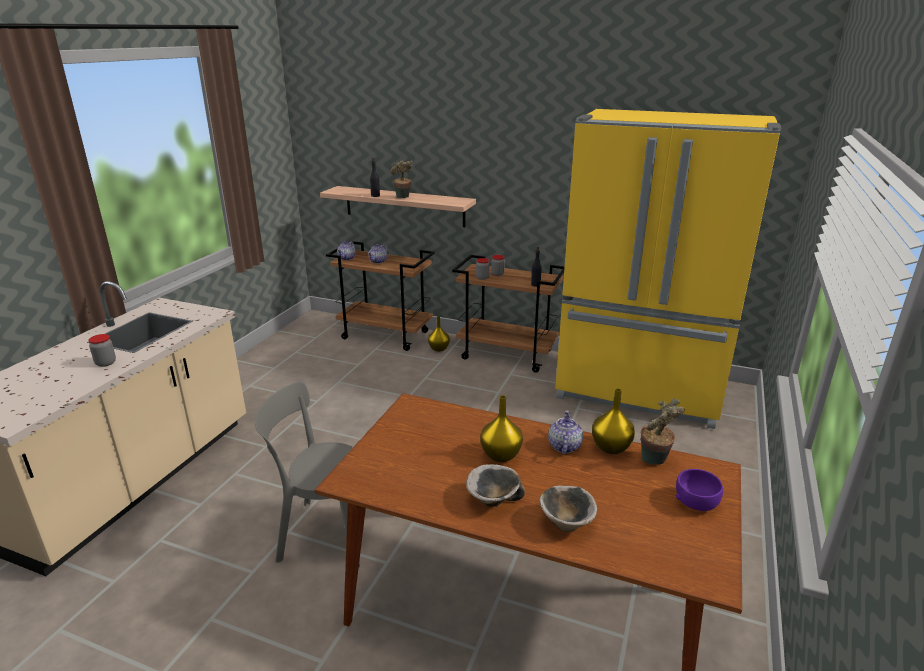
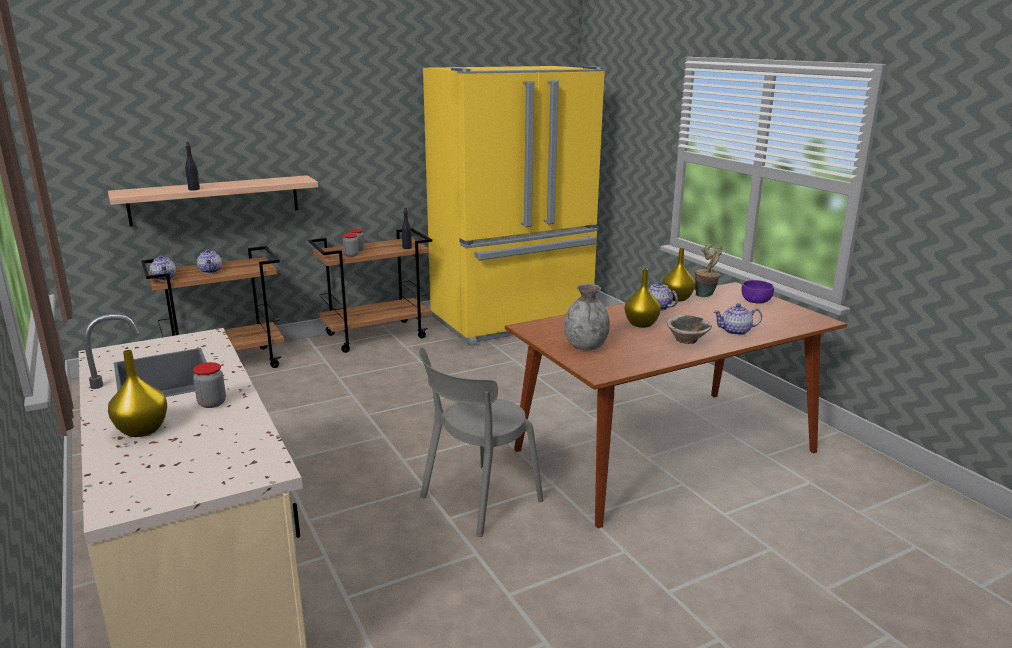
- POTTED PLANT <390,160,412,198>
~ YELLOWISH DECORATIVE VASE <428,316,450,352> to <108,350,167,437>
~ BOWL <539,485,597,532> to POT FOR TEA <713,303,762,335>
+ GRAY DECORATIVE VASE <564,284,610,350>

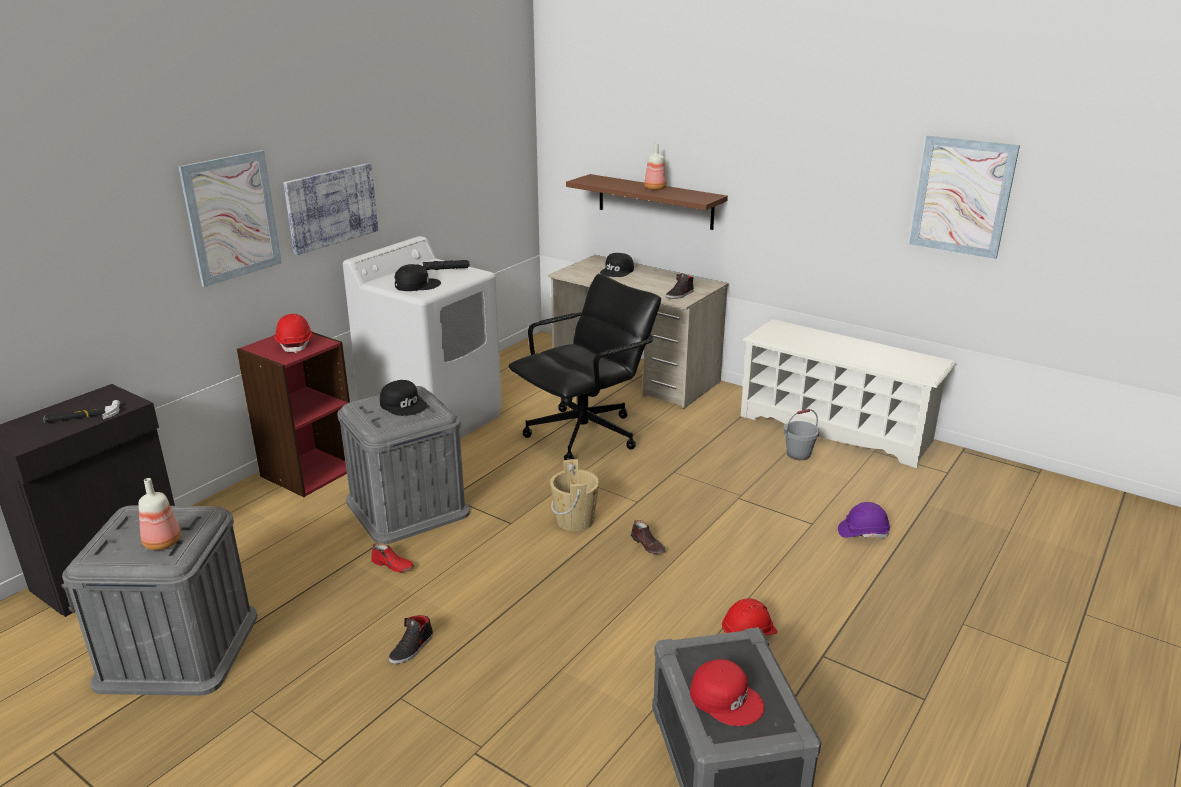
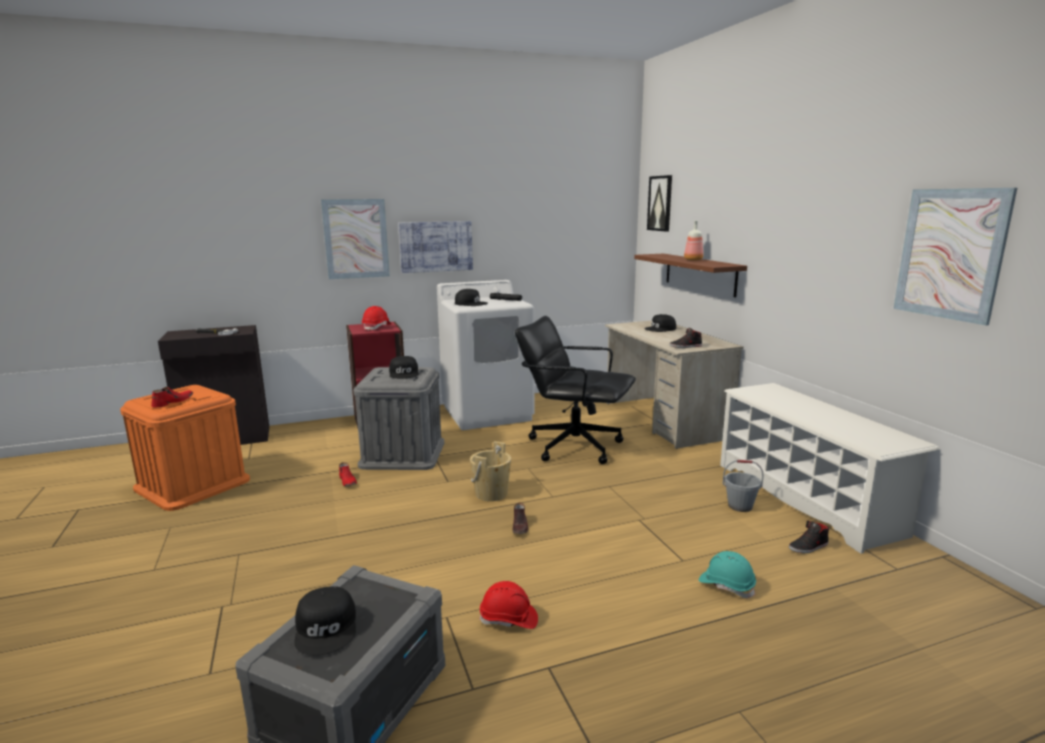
~ BLACK DESK CHAIR <508,274,661,460> = <515,316,636,464> 150 degrees counterclockwise
~ BEVERAGE BOTTLE <138,478,181,550> to RED-COLOURED SHOE <151,387,193,408>
~ PURPLISH HARD HAT <838,502,890,538> to TURQUOISE HARD HAT <699,551,756,598>
~ GRAY STORAGE CONTAINER <62,505,258,696> to ORANGEY STORAGE CONTAINER <120,385,250,511>
~ BLACK SHOE <389,615,433,664> to <789,520,829,553>
~ RED-COLOURED CAP <690,659,765,726> to BLACK CAP <294,586,356,656>
+ WALL PICTURE <647,175,672,232>

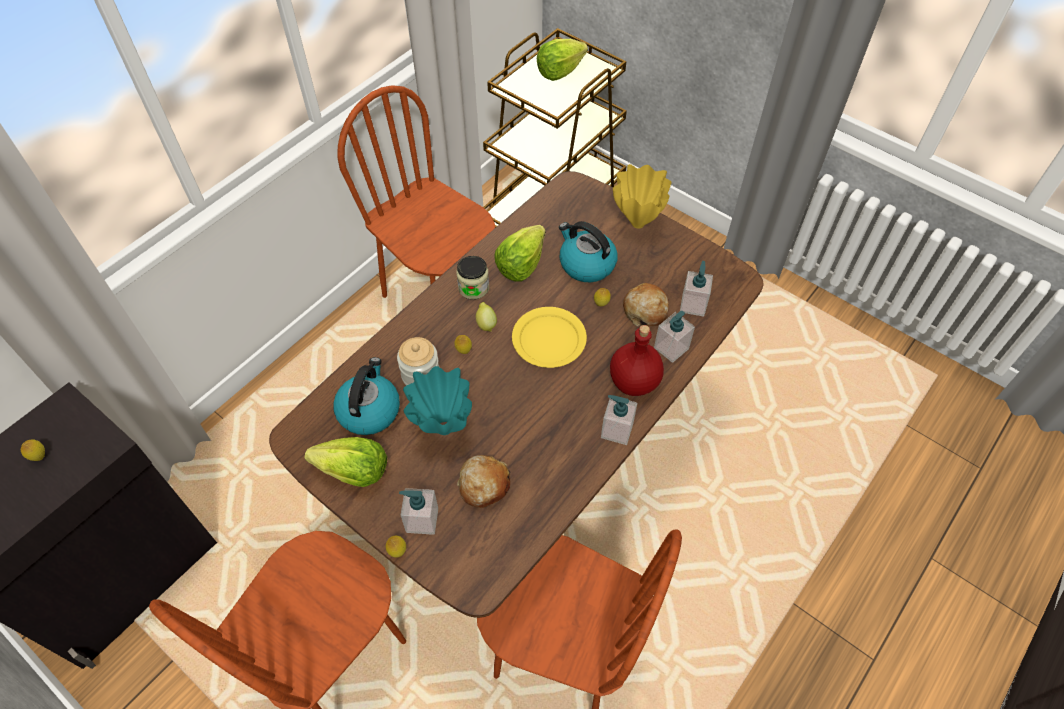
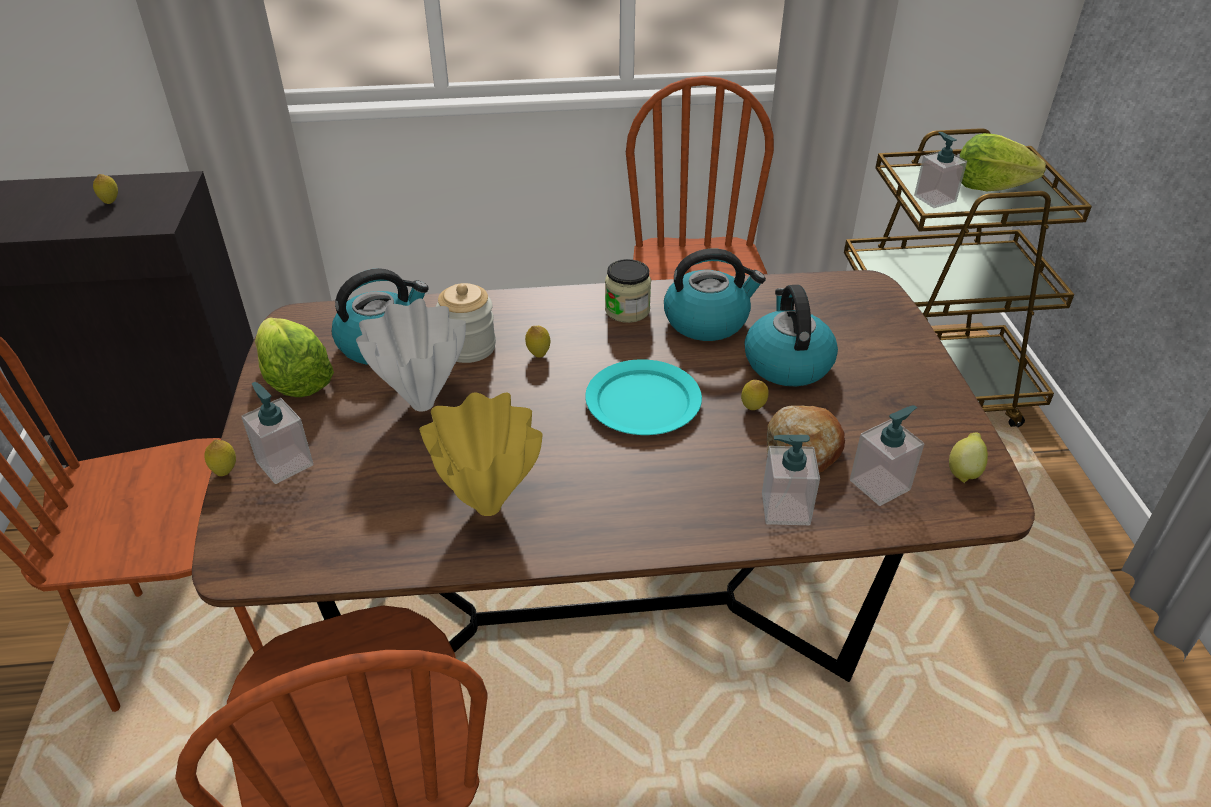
~ YELLOWISH DECORATIVE VASE <613,164,672,229> to <419,393,543,516>
~ HEAD OF LETTUCE <494,225,546,282> to WATER KETTLE <664,248,766,341>
~ WHOLE LEMON <476,302,497,332> to <949,432,988,483>
~ YELLOWISH PLATE <512,307,587,368> to TURQUOISE PLATE <585,359,702,435>
- RED-COLOURED BEVERAGE BOTTLE <610,325,664,396>
~ TURQUOISE DECORATIVE VASE <403,366,472,435> to WHITE DECORATIVE VASE <356,298,466,412>
~ SOAP DISPENSER <601,395,637,445> to <914,132,967,208>
- BREAD <457,455,510,508>

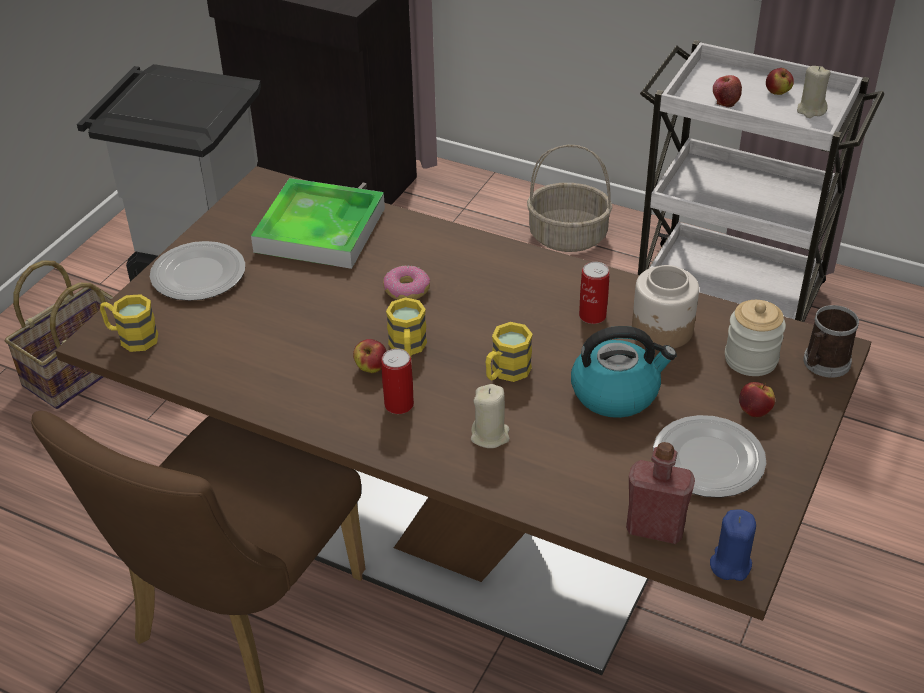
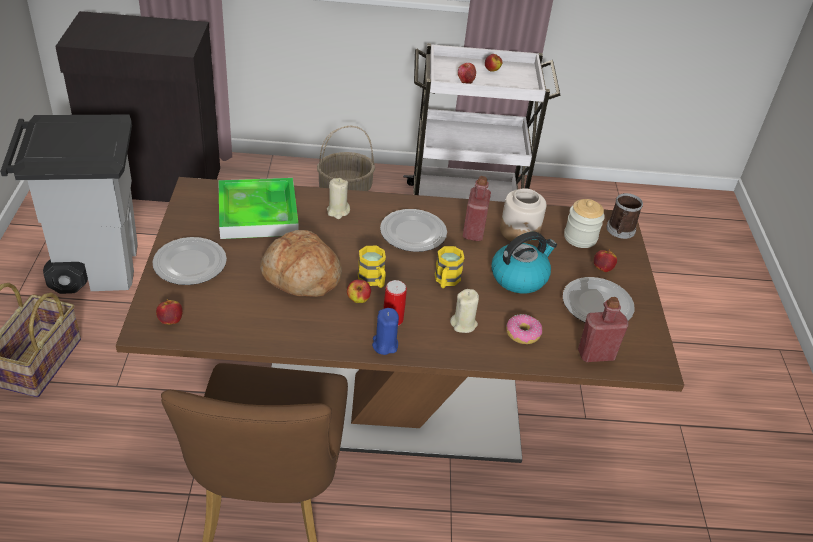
~ BEIGE-COLOURED WAX CANDLE <797,66,831,118> to <327,178,350,219>
~ CAN <579,262,610,324> to RED-COLOURED BEVERAGE BOTTLE <463,176,491,241>
~ DOUGHNUT <383,265,430,300> to <506,314,542,344>
~ YELLOWISH COFFEE MUG <100,294,158,352> to APPLE FRUIT <156,299,182,325>
~ BLUISH WAX CANDLE <710,509,756,581> to <372,308,399,355>
+ PLATE <380,209,447,252>
+ BREAD <260,230,342,297>

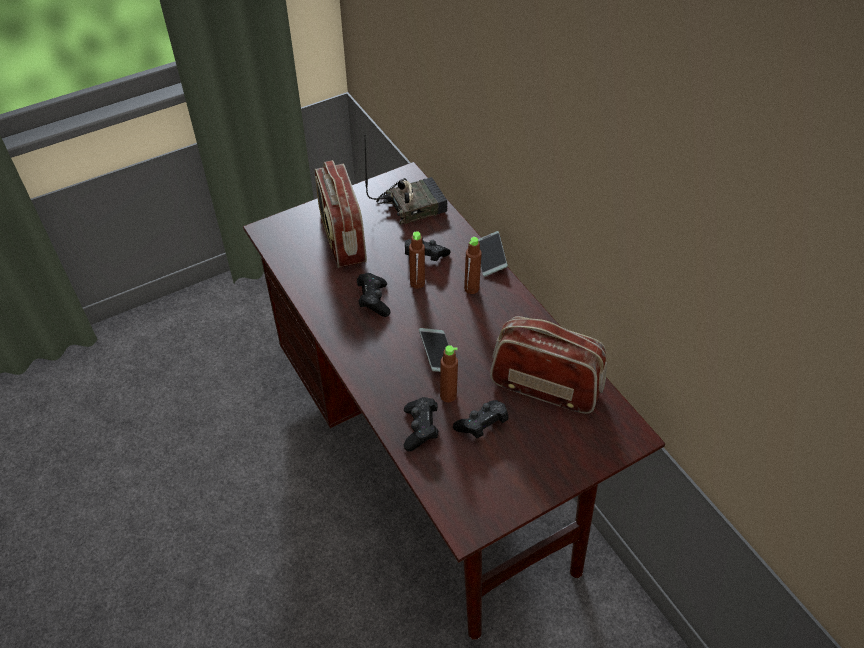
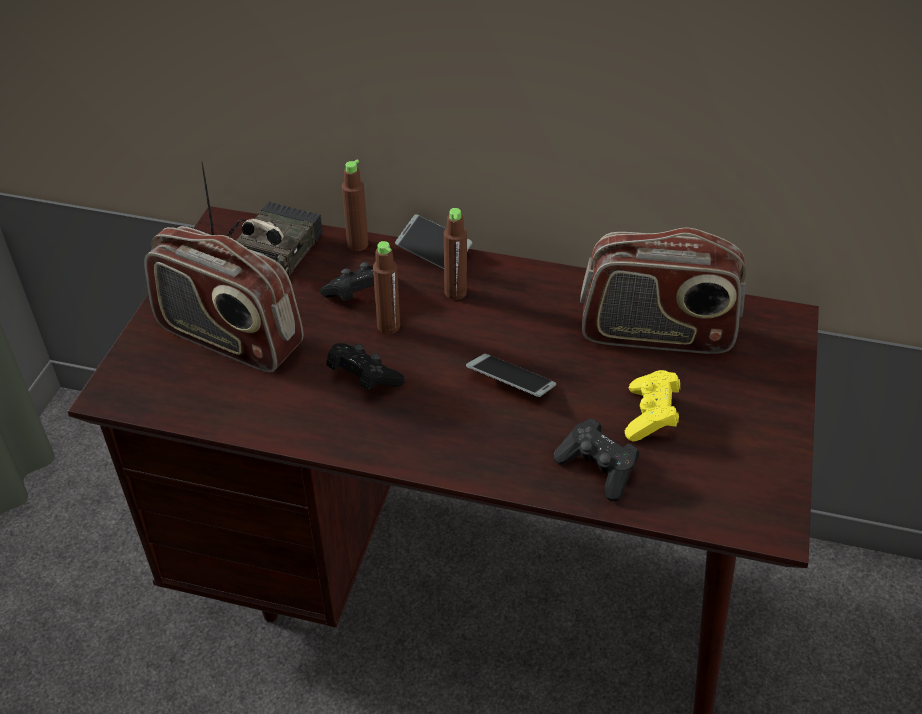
~ RADIO RECEIVER <490,316,607,414> = <580,228,746,354> 150 degrees counterclockwise
~ BROWNISH BEVERAGE BOTTLE <440,345,458,402> to <342,160,368,251>
~ BLACK JOYPAD <453,400,509,438> to YELLOWISH JOYPAD <625,370,680,442>

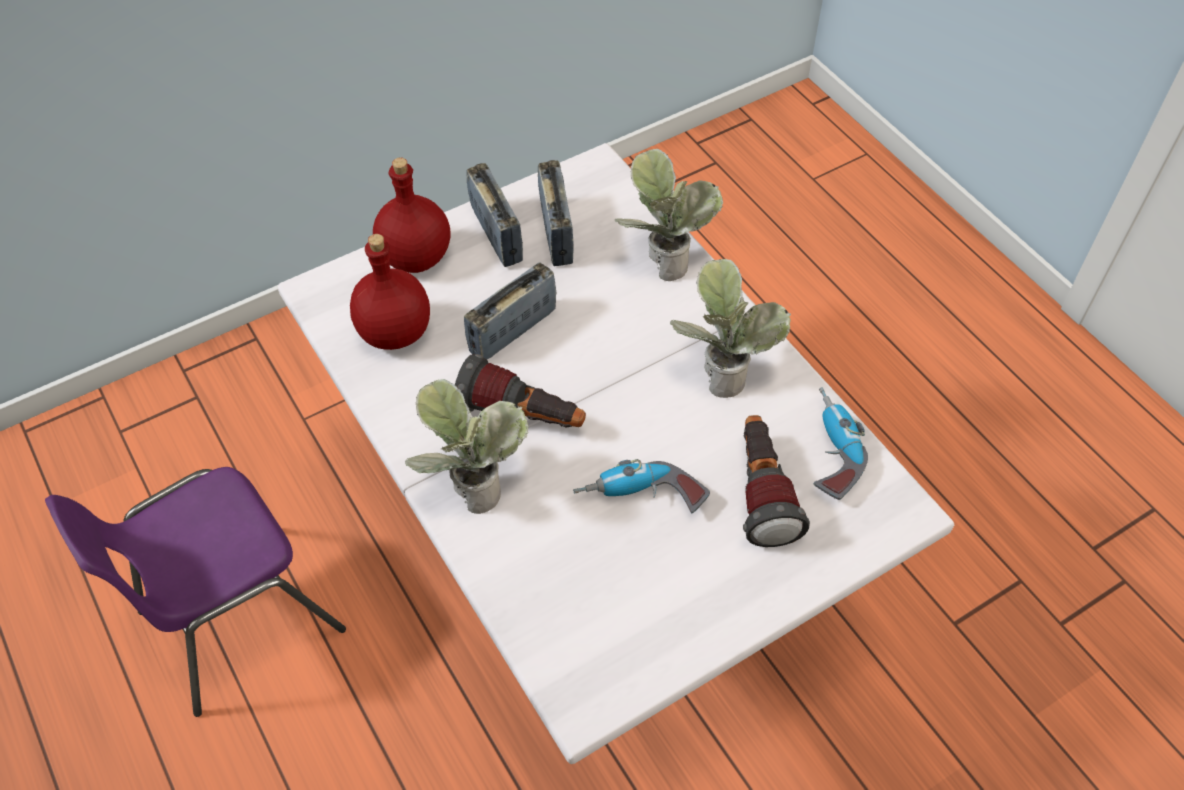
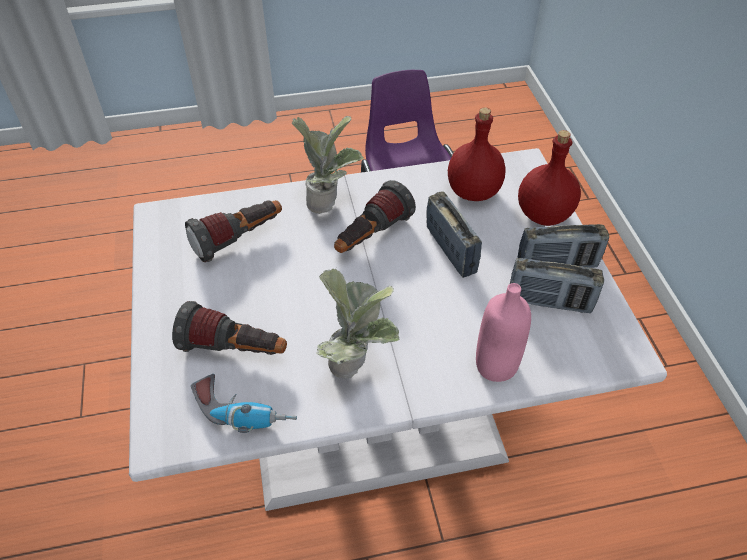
~ POTTED PLANT <615,149,723,281> to PINK BEVERAGE BOTTLE <476,283,531,382>
- ELECTRIC DRILL <573,459,710,513>
+ FLASHLIGHT <185,200,282,262>

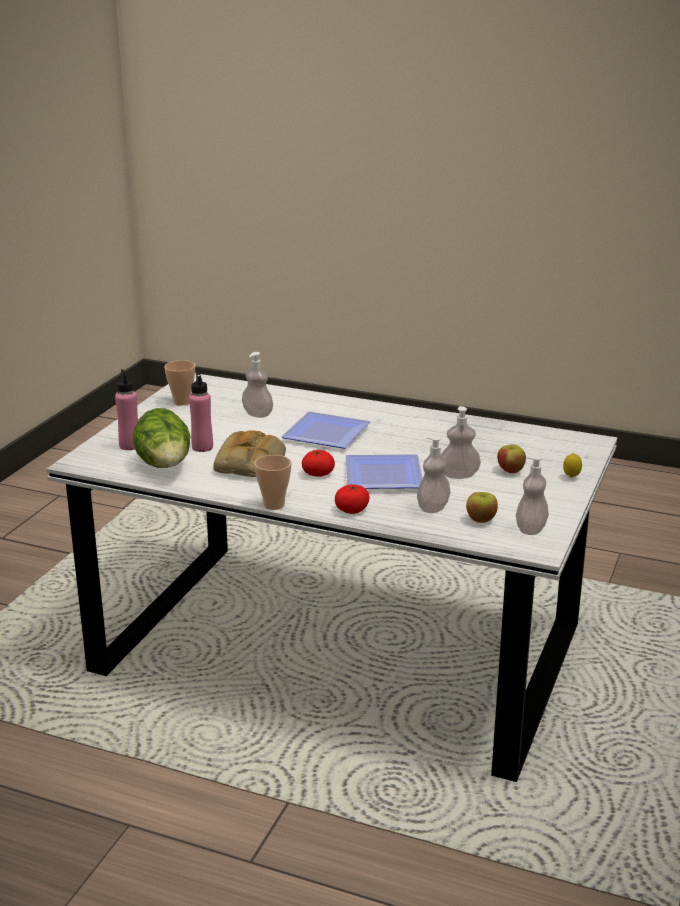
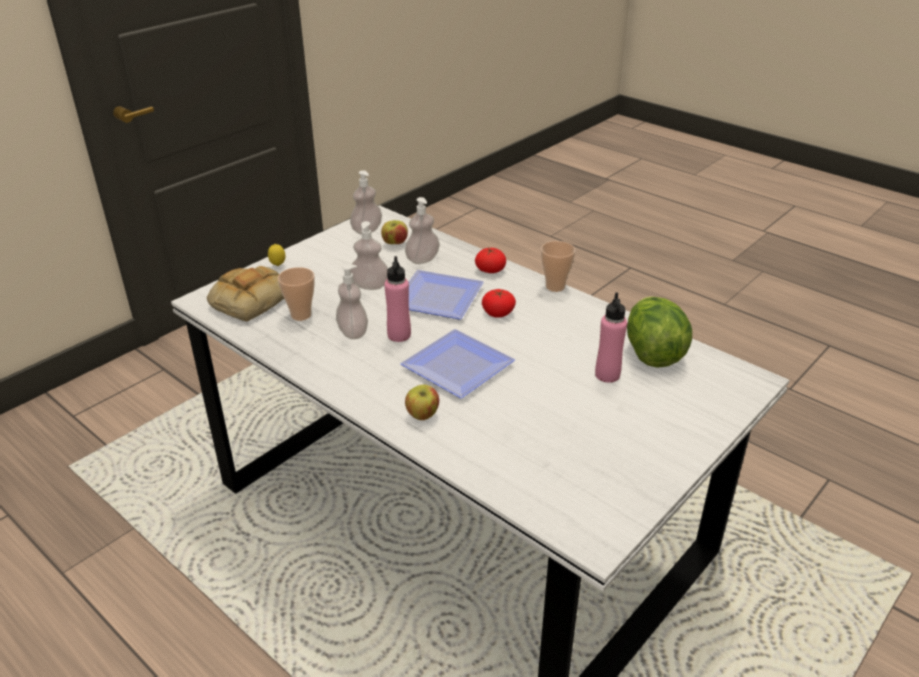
~ SOAP DISPENSER <242,352,273,418> to <336,264,368,339>
~ CUP <164,360,195,406> to <278,267,315,321>
~ PINK BEVERAGE BOTTLE <115,369,138,450> to <384,256,411,342>
~ BREAD <213,430,286,477> to <207,266,284,321>
~ APPLE FRUIT <497,444,526,473> to <405,385,439,420>

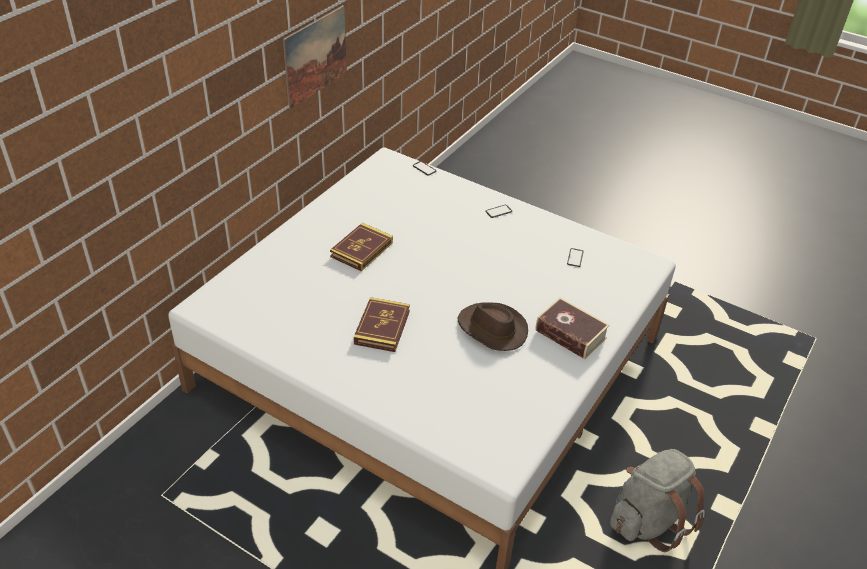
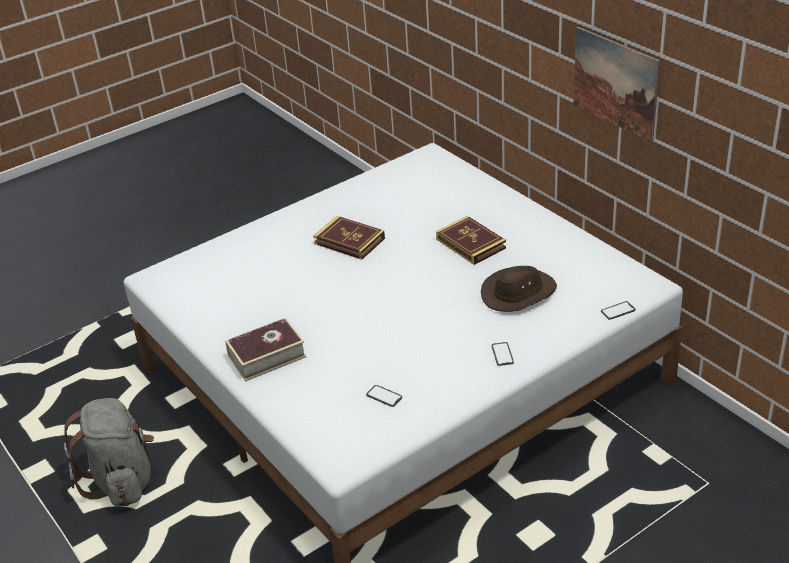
~ BROWNISH HAT <458,302,528,351> to <481,266,557,312>

